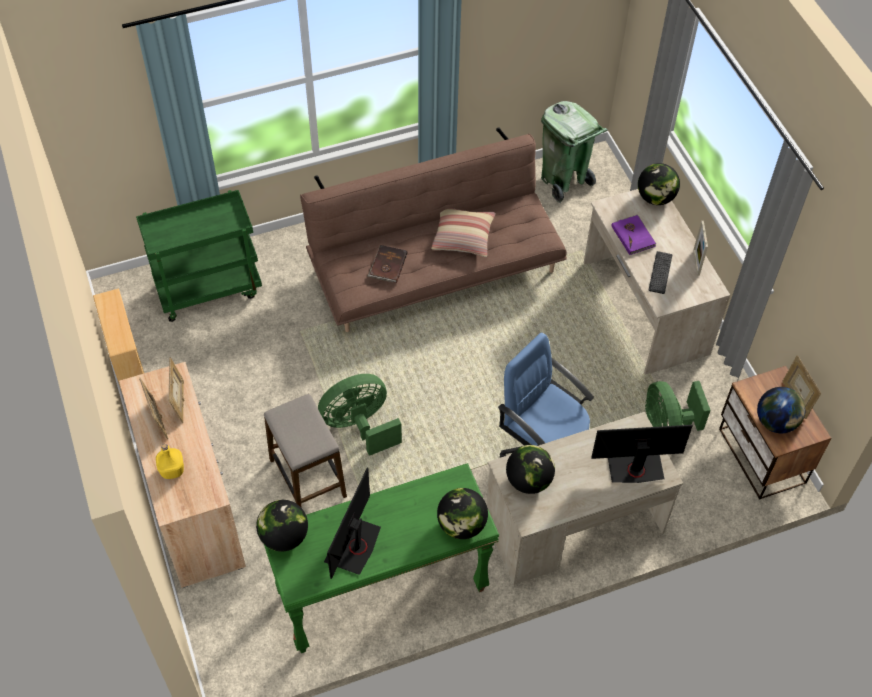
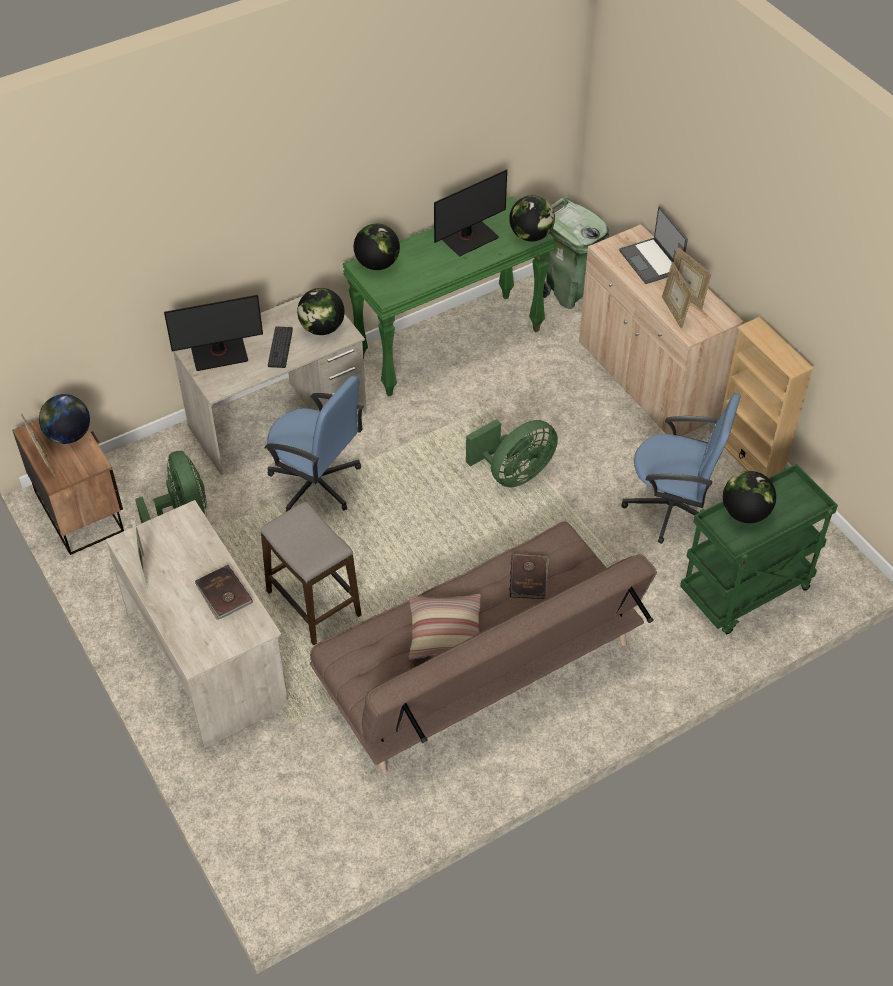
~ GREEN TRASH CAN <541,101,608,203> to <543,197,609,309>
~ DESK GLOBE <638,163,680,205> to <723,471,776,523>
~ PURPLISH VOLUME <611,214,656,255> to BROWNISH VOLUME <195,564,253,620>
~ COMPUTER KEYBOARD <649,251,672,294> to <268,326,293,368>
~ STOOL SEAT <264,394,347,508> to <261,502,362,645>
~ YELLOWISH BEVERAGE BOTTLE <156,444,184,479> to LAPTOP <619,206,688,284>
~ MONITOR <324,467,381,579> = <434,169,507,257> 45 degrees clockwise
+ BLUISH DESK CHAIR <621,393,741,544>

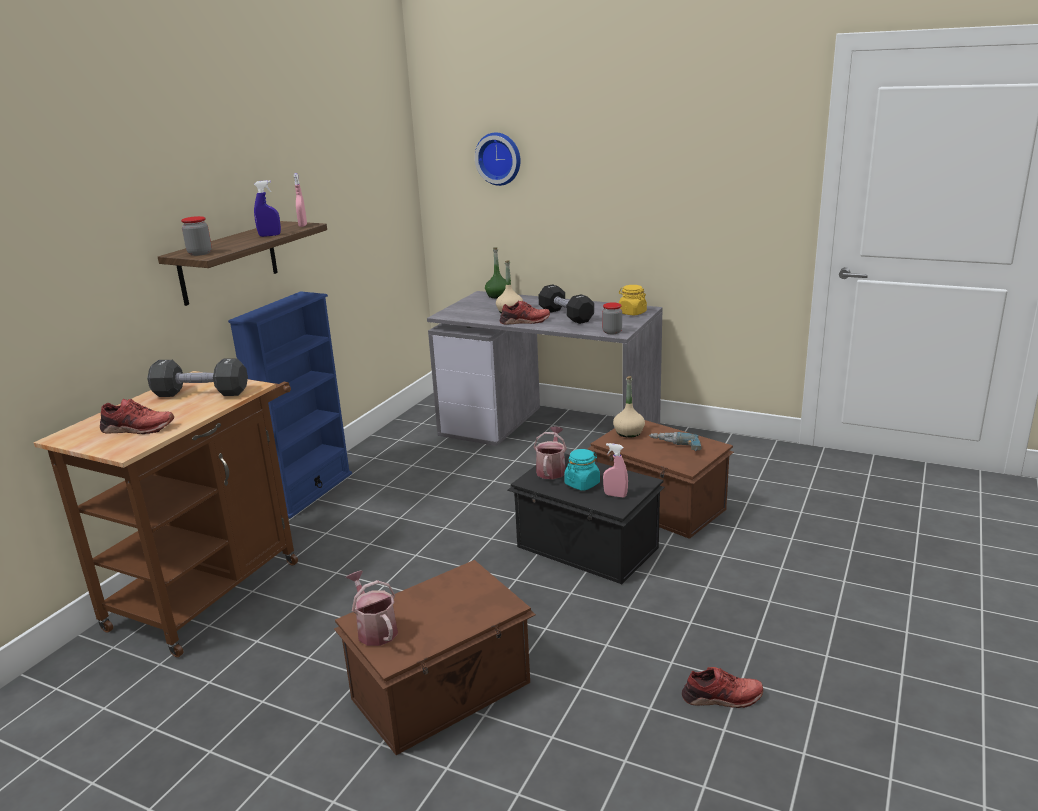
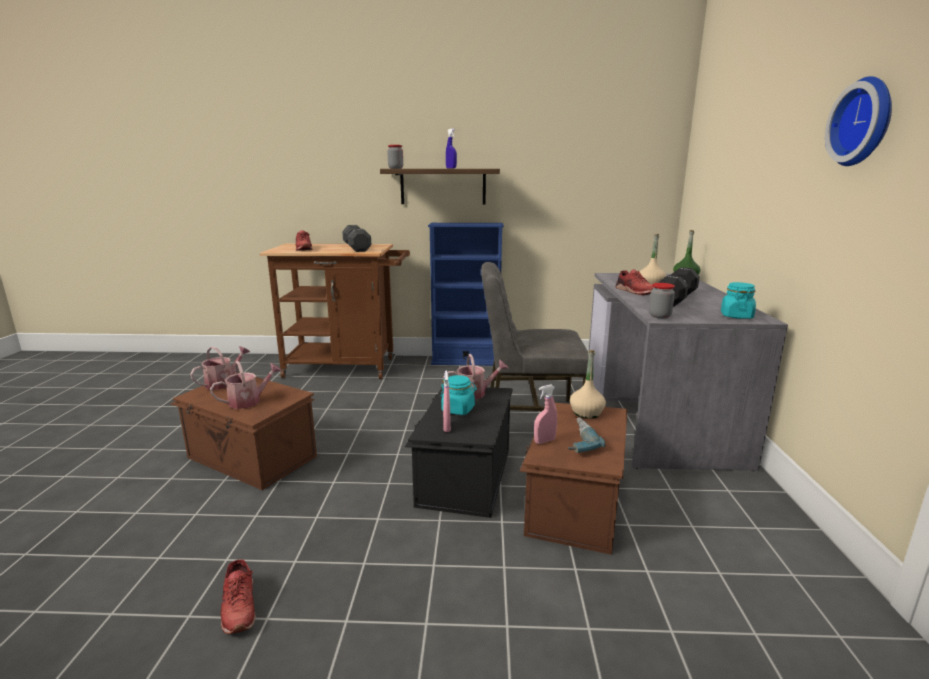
~ WALL CLOCK <475,132,521,186> to <825,76,892,166>
~ PINK HAND SPRAYER <293,173,307,227> to <534,385,557,444>
~ YELLOWISH JAR <619,285,647,315> to TURQUOISE JAR <721,282,756,319>
+ GRAY PLAIN CHAIR <481,262,589,411>
+ WATERING POT <210,361,282,409>

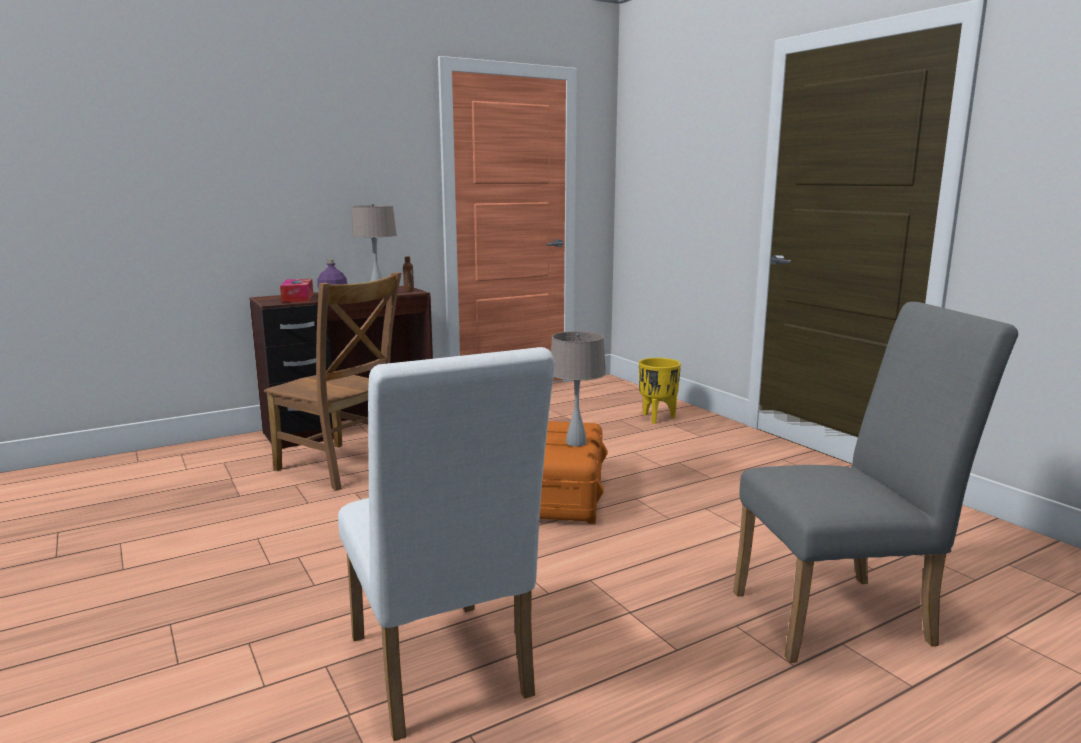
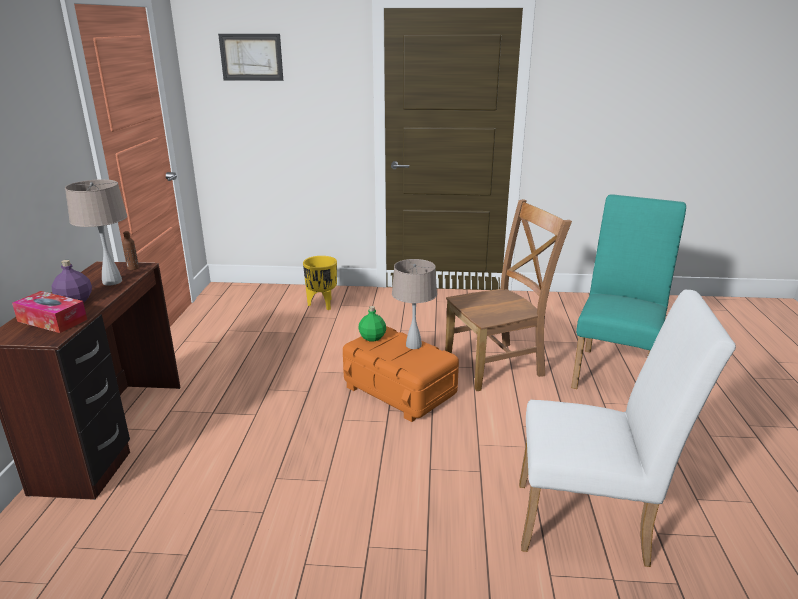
~ BROWNISH PLAIN CHAIR <264,272,401,491> to <445,199,572,391>
~ GRAY PLAIN CHAIR <733,302,1018,663> to TURQUOISE PLAIN CHAIR <571,194,686,389>
+ WALL PICTURE <218,34,283,81>
+ GREEN BEVERAGE BOTTLE <358,306,386,341>

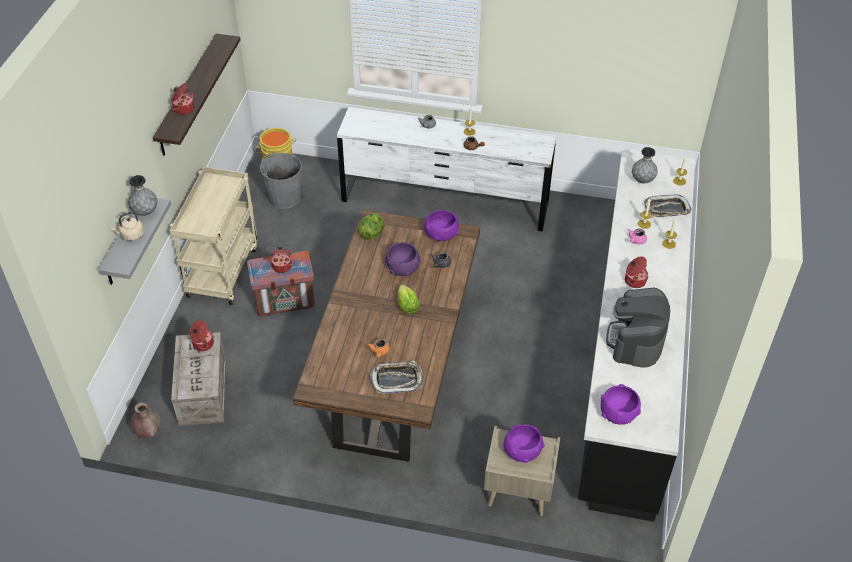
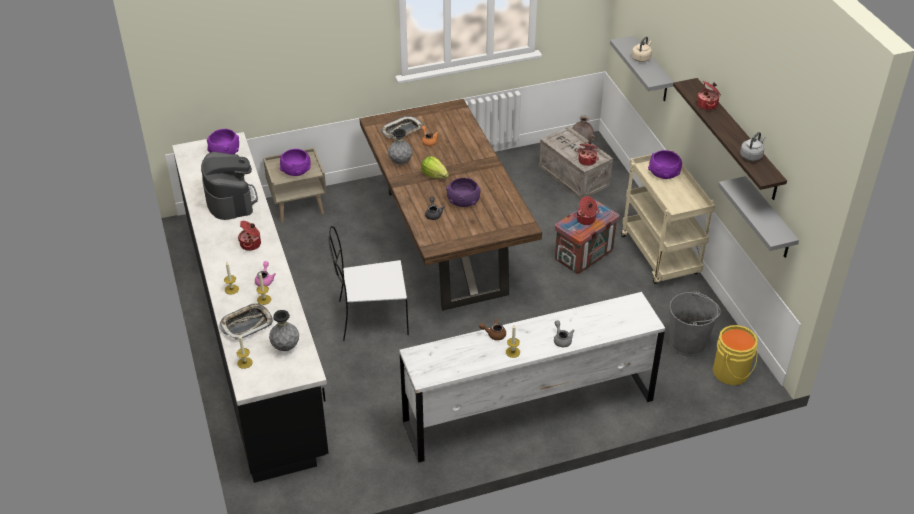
~ GRAY DECORATIVE VASE <128,175,157,216> to <388,129,413,165>
~ PURPLISH BOWL <423,210,459,241> to <648,150,682,179>
- HEAD OF LETTUCE <358,213,384,240>
+ GRAY WATER KETTLE <740,132,765,161>
+ GRAY BRACKET SHELF <718,176,799,258>
+ WHITE PLAIN CHAIR <329,226,409,341>

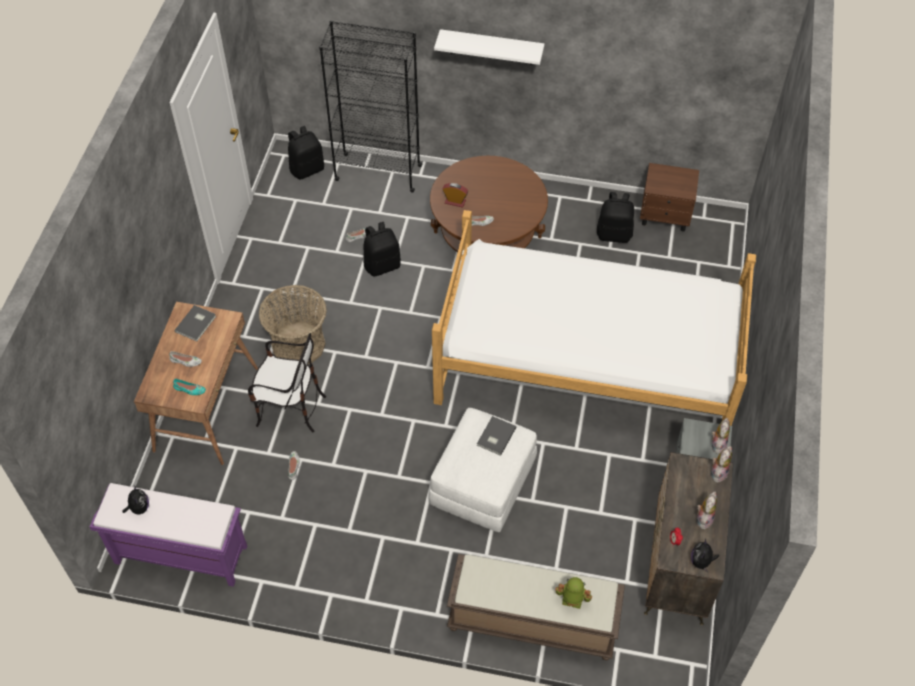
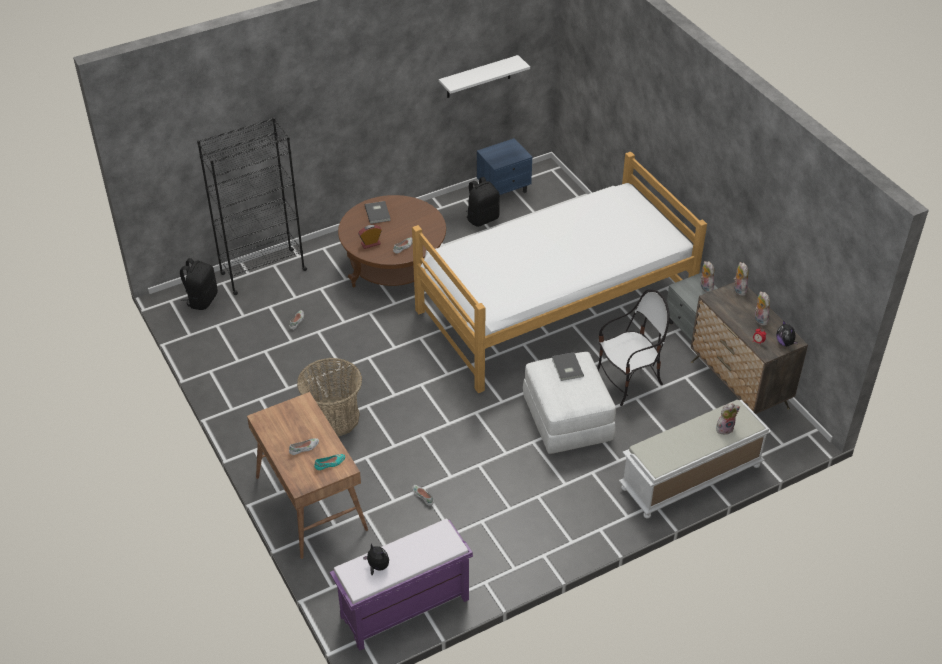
~ WHITE BRACKET SHELF <434,29,545,65> to <439,55,530,98>
~ BROWNISH NIGHT TABLE <640,163,699,232> to BLUISH NIGHT TABLE <477,138,533,195>
- BLACK BACKPACK <363,222,401,277>
~ GRAY VOLUME <175,305,216,341> to <365,201,391,224>
~ PLAIN CHAIR <248,333,326,433> to <597,289,670,406>
~ BROWNISH BENCH <447,554,625,660> to WHITE BENCH <619,400,771,519>
~ MODEL ROBOT <555,577,592,609> to PLUSH TOY <716,403,740,435>

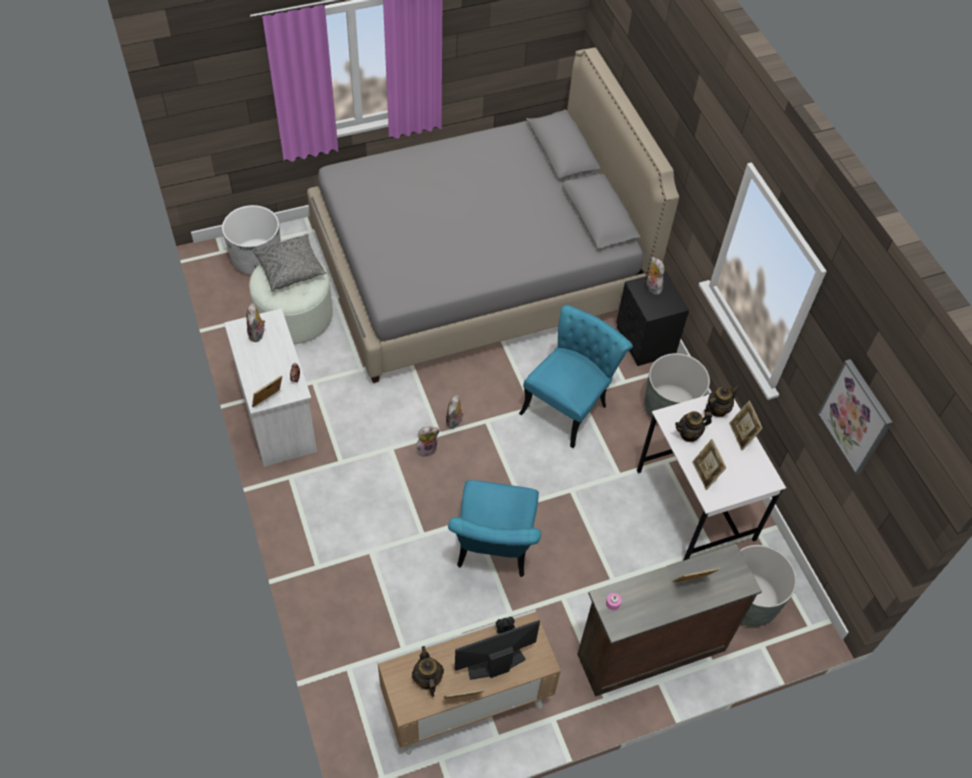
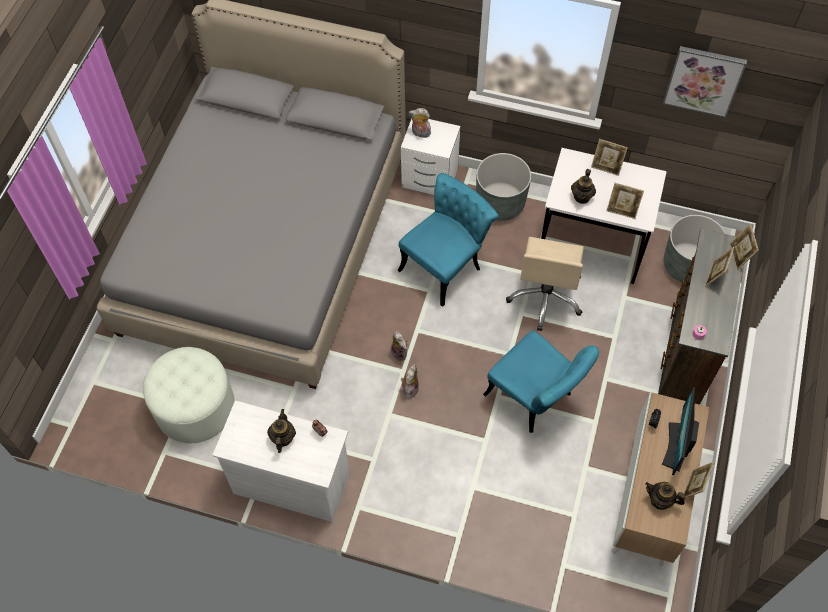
- WHITE FLOWER POT <222,205,281,275>
- GRAY THROW PILLOW <252,234,326,291>
~ BLACK NIGHT TABLE <616,271,689,366> to WHITE NIGHT TABLE <401,119,460,195>
- PLUSH TOY <246,303,265,342>
~ TURQUOISE PLAIN CHAIR <519,305,633,448> = <398,173,499,307> 60 degrees clockwise
~ STANDING FRAME <252,375,282,407> to <729,224,759,270>
~ POT FOR TEA <704,386,739,417> to <267,409,296,453>
+ BEIGE-COLOURED DESK CHAIR <506,237,584,331>

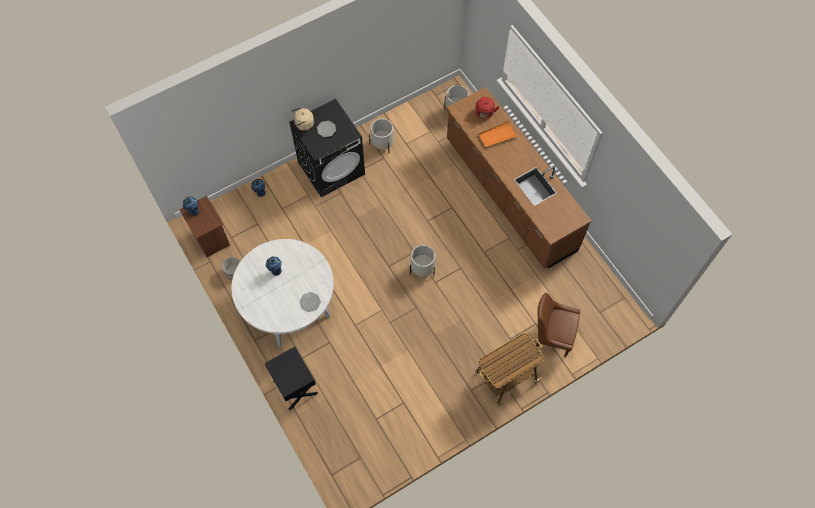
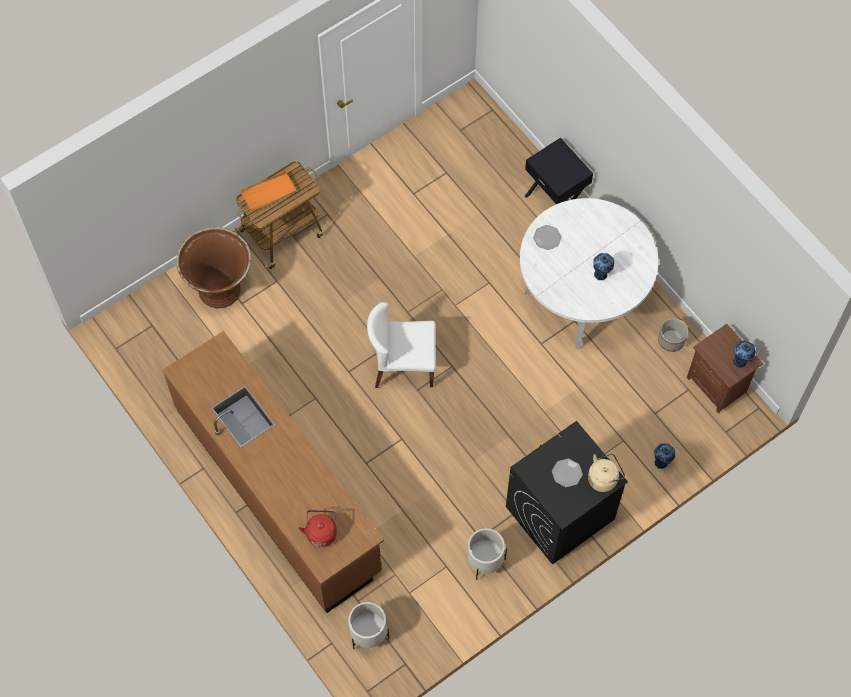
~ ORANGEY SERVING TRAY <478,121,517,148> to <240,172,297,212>
~ WHITE FLOWER POT <410,245,435,277> to WHITE PLAIN CHAIR <367,302,436,388>
~ BROWNISH PLAIN CHAIR <536,293,580,357> to BROWNISH FLOWER POT <176,227,251,308>

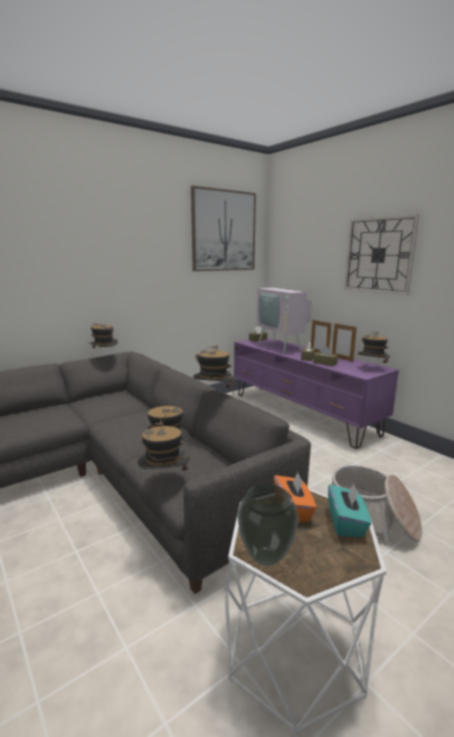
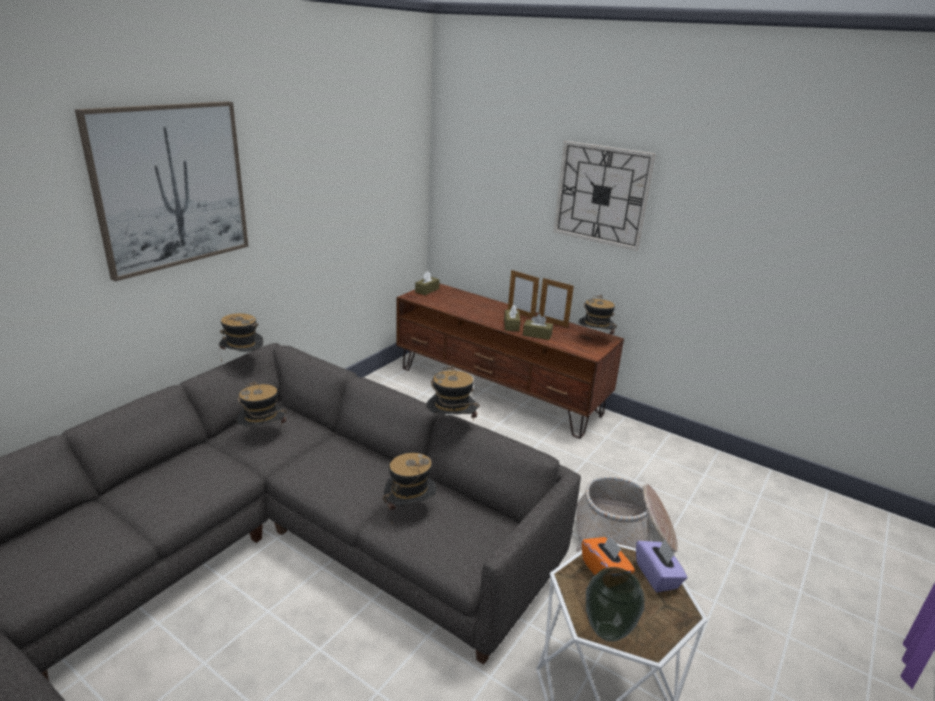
~ WALL PICTURE <191,186,256,271> to <75,101,248,282>
- TV SET <256,265,312,354>
~ PURPLISH TV STAND <234,337,399,449> to BROWNISH TV STAND <396,283,624,439>
~ HAT <138,420,190,474> to <236,380,287,427>
~ TURQUOISE BOX OF TISSUES <328,484,371,537> to PURPLISH BOX OF TISSUES <636,539,687,592>

